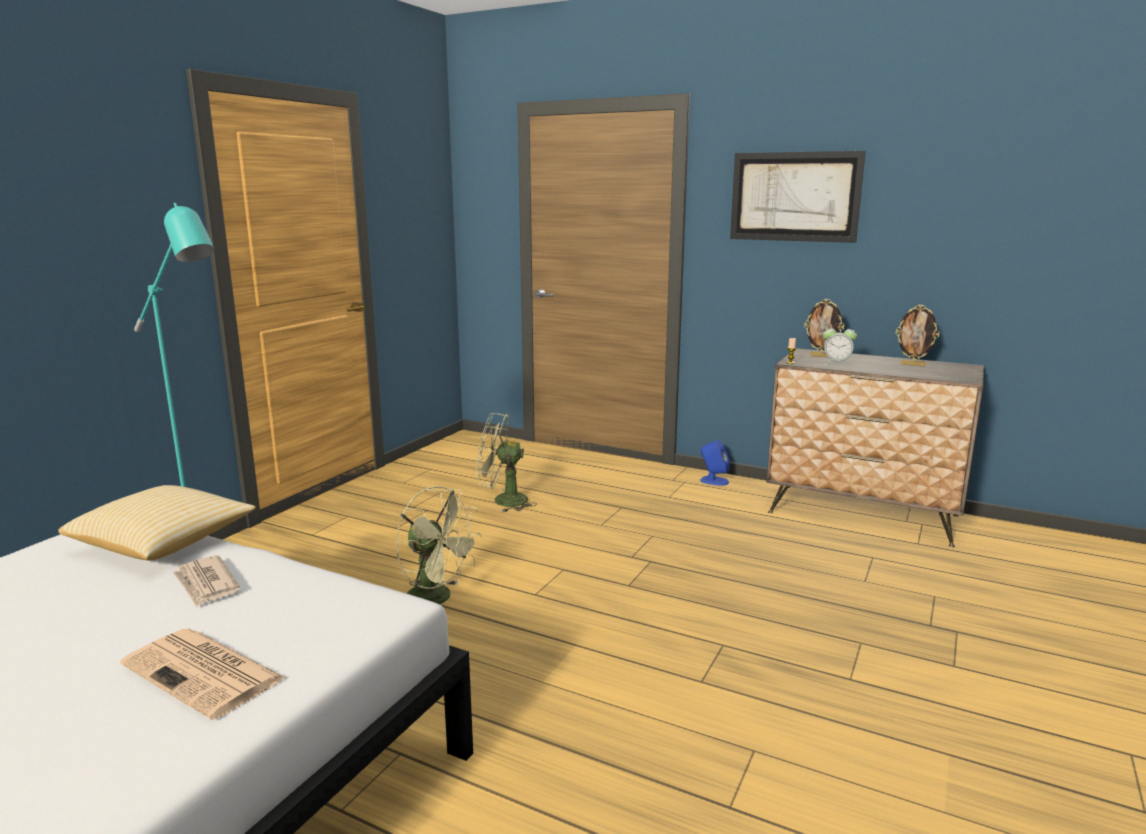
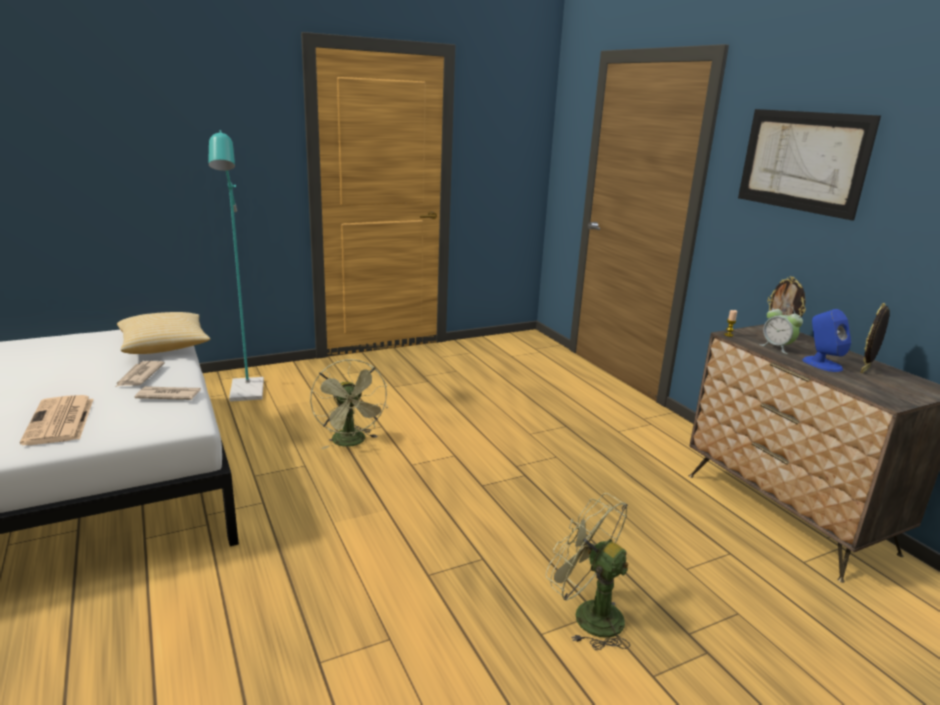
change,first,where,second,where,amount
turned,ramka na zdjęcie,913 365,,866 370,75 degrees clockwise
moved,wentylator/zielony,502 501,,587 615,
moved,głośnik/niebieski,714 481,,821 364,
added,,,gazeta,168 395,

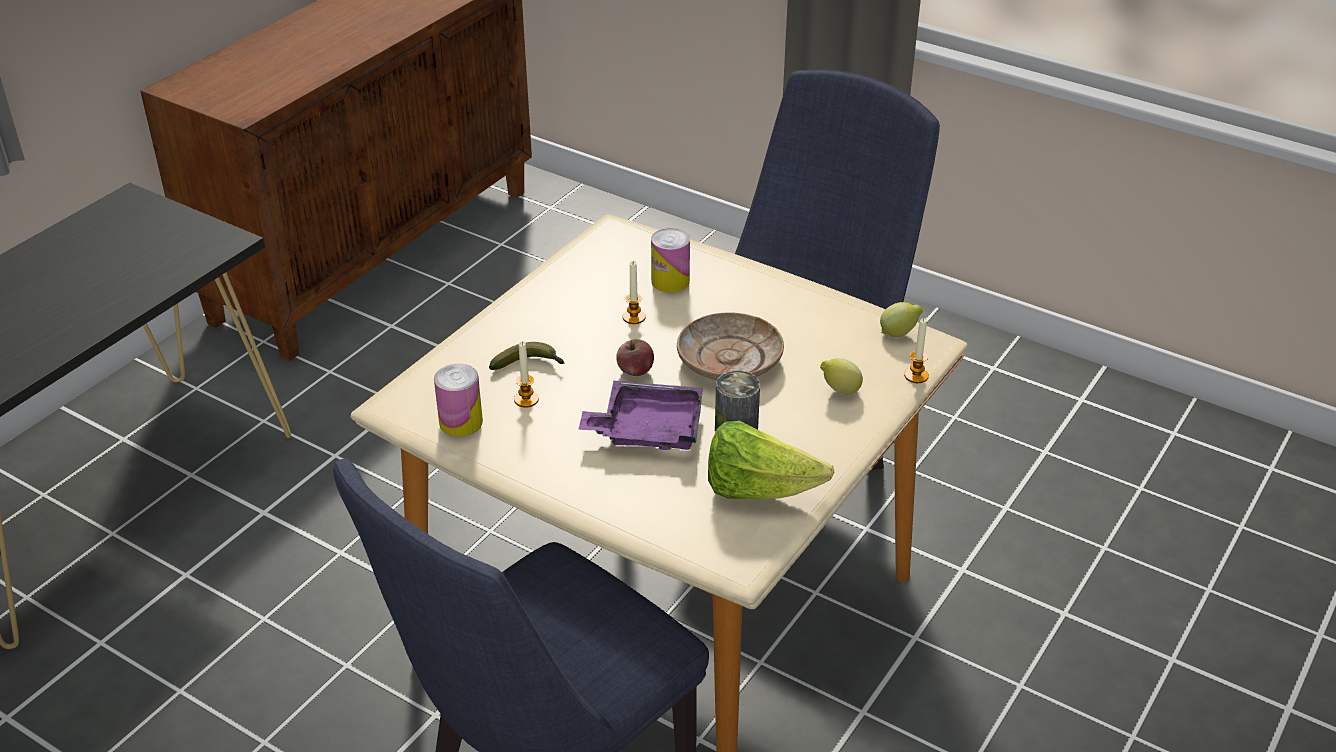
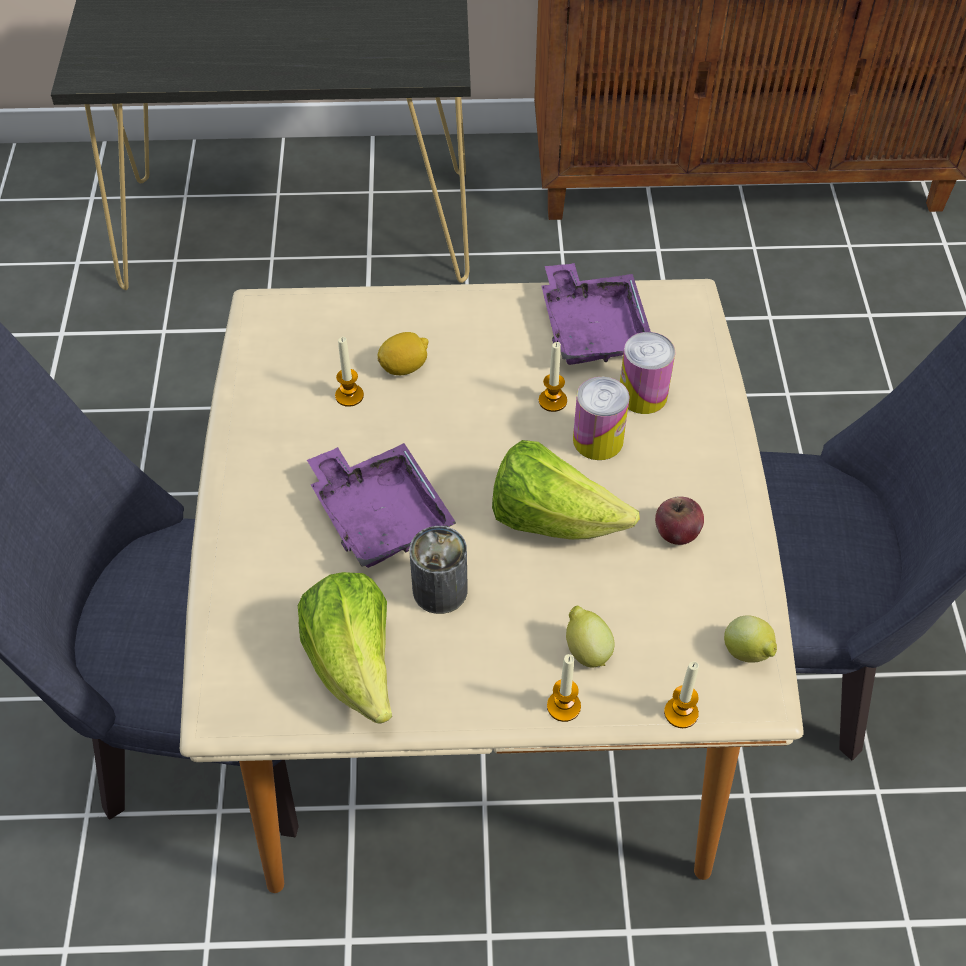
change,first,where,second,where,amount
replaced,talerz/beżowy,729 360,sałata,552 519,
moved,jabłko,635 371,,676 532,
replaced,banan,529 365,cytryna,404 367,
moved,puszka,461 422,,598 440,
added,,,taca/fioletowy,593 328,
added,,,świeca,563 706,

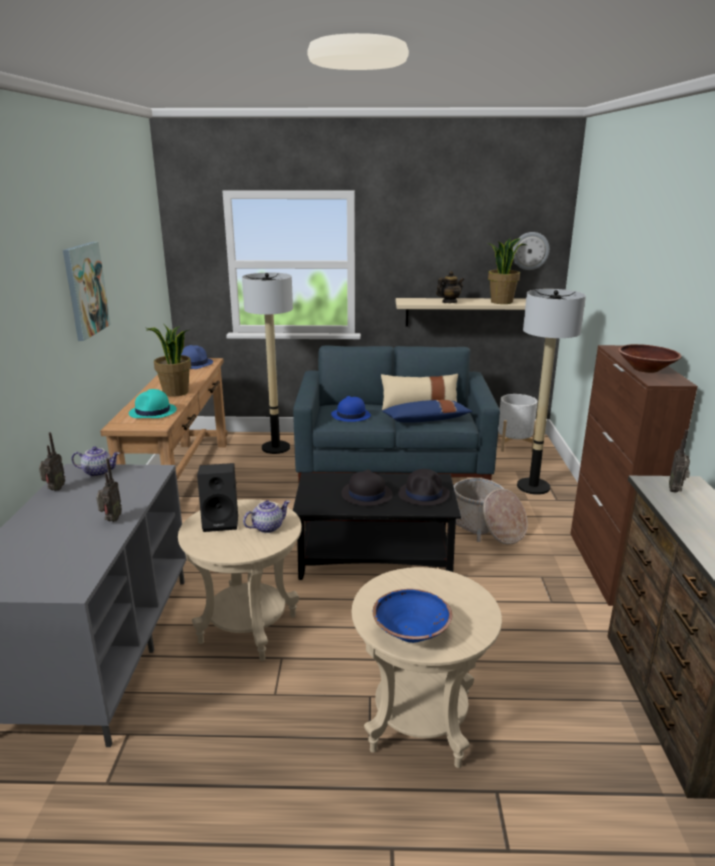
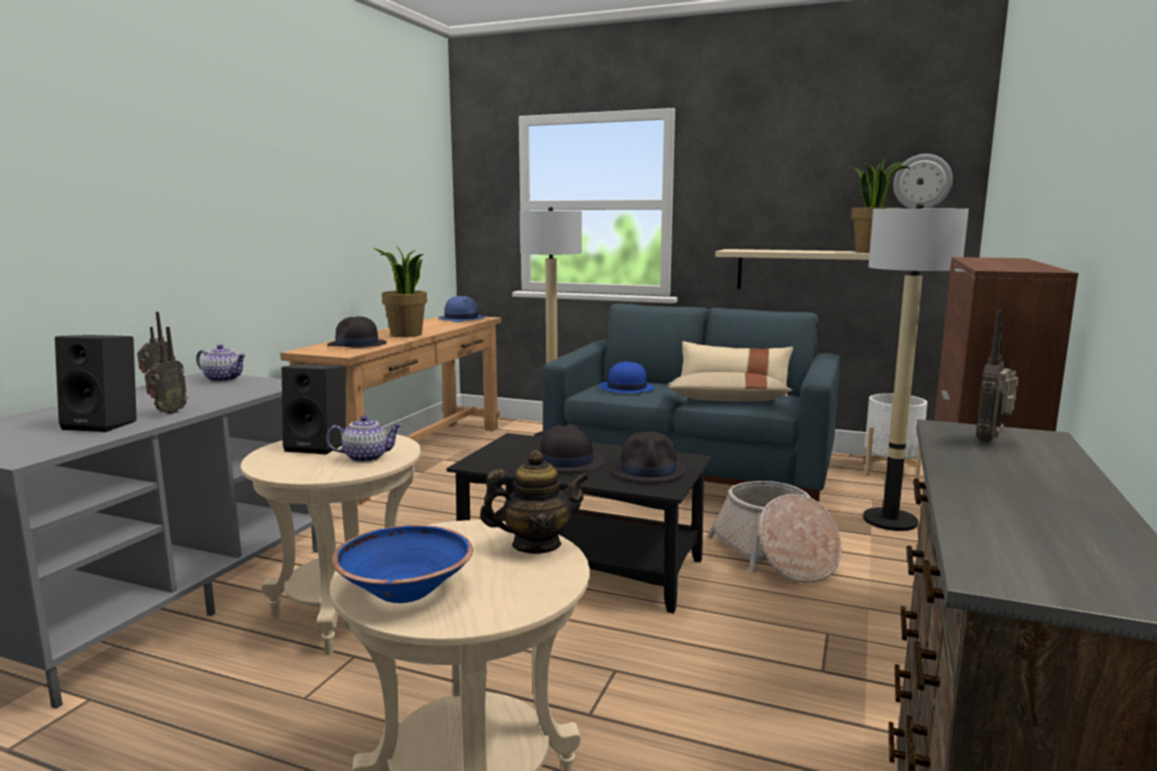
change,first,where,second,where,amount
removed,obraz,85 290,,,
moved,imbryk,449 302,,536 545,
removed,miska/brązowy,645 369,,,
recoloured,kapelusz/turkusowy,153 412,kapelusz/czarny,357 345,
recoloured,poduszka/niebieski,426 420,poduszka/beżowy,727 401,
added,,,głośnik/czarny,105 424,

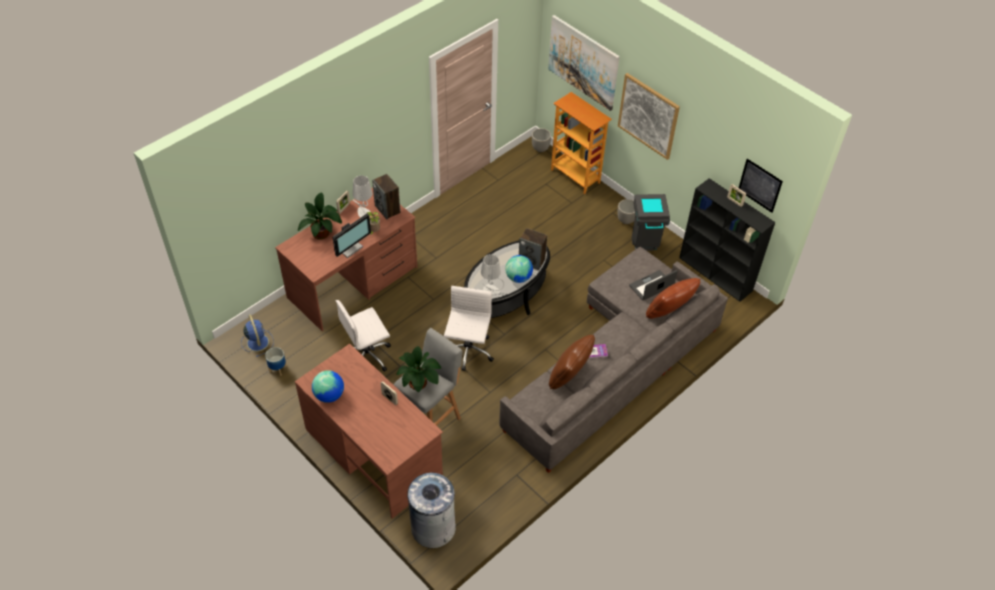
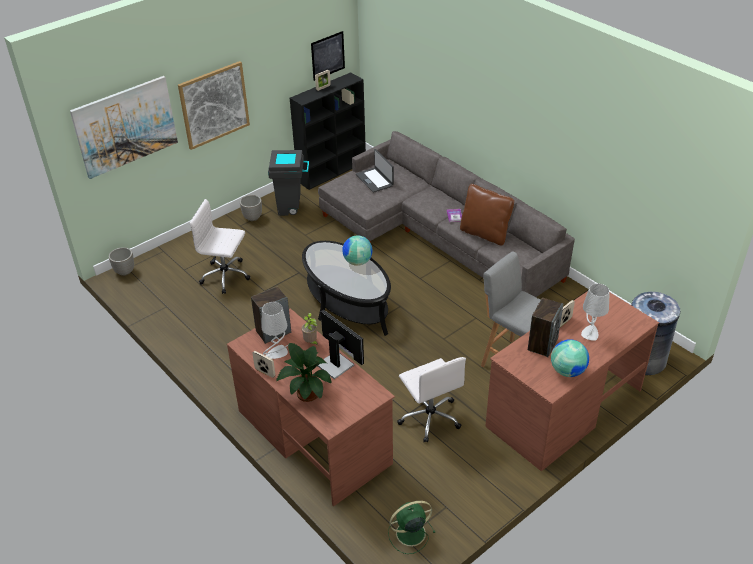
change,first,where,second,where,amount
removed,regał,575 176,,,
moved,głośnik,532 261,,542 344,
moved,lampa stołowa/szary,491 290,,590 333,
removed,poduszka/brązowy,669 313,,,
moved,krzesło biurowe/biały,467 351,,226 276,
recoloured,wentylator/niebieski,257 342,wentylator/zielony,409 534,
removed,roślina doniczkowa,419 383,,,
removed,donica,277 369,,,

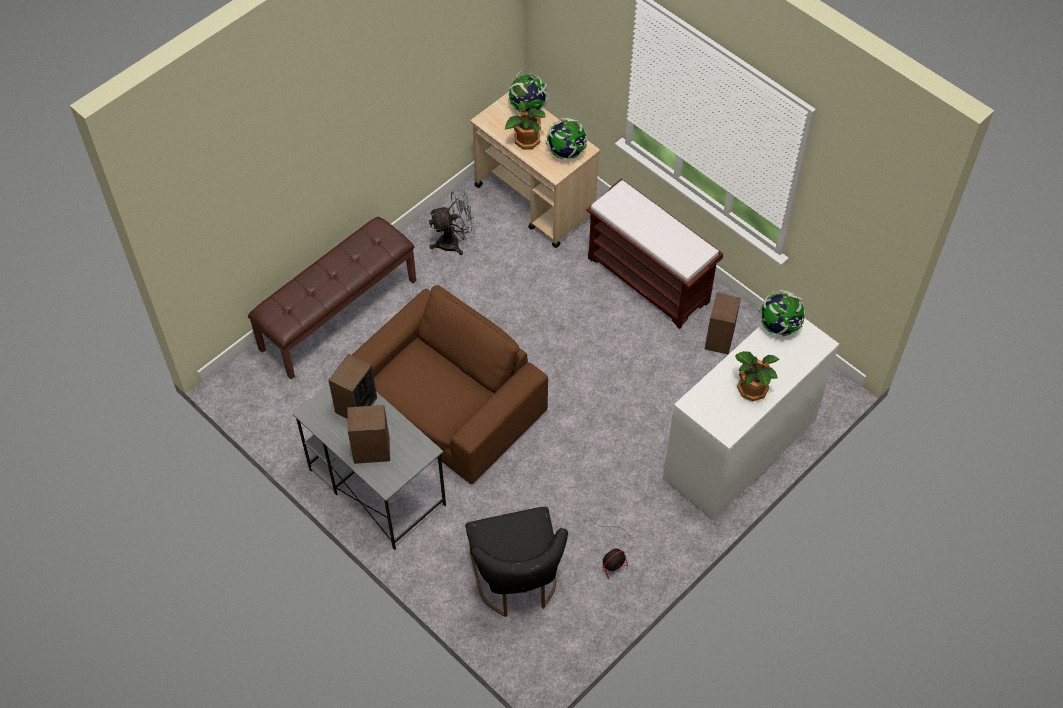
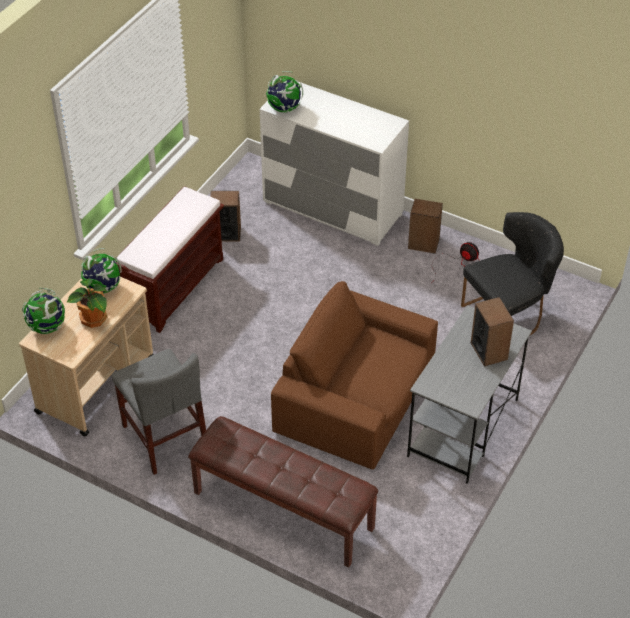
change,first,where,second,where,amount
replaced,wentylator/szary,454 242,krzesło/szary,165 437,
removed,roślina doniczkowa,752 388,,,
moved,głośnik,356 405,,423 244,

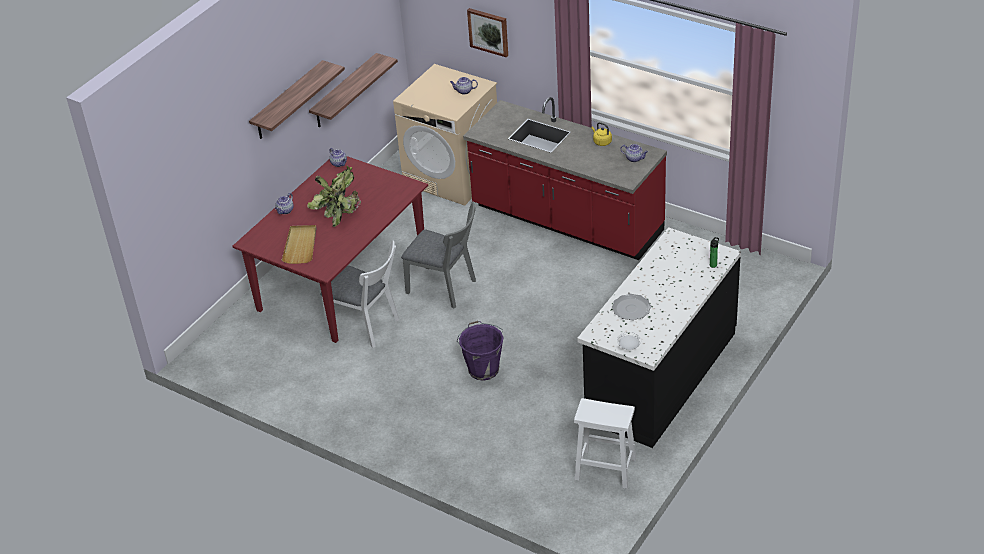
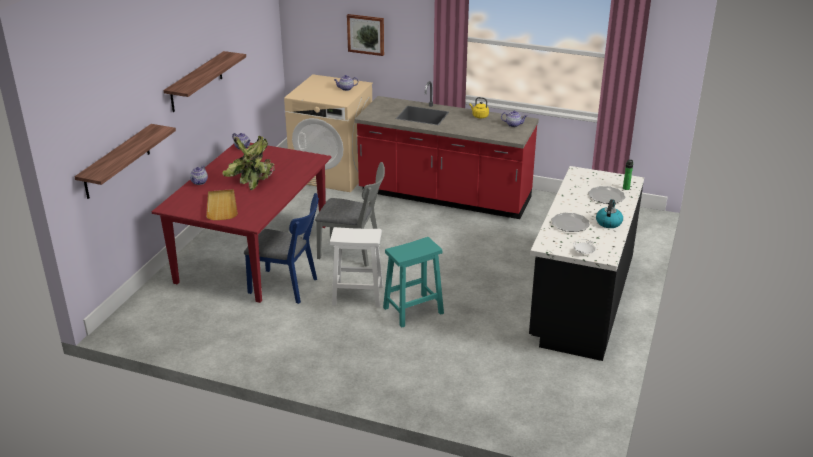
change,first,where,second,where,amount
moved,półka,344 91,,117 162,
recoloured,krzesło/biały,367 326,krzesło/niebieski,288 287,
replaced,wiadro/fioletowy,483 368,stołek/turkusowy,412 311,
moved,stołek/biały,604 469,,356 295,
added,,,talerz,606 196,
added,,,czajnik,608 222,

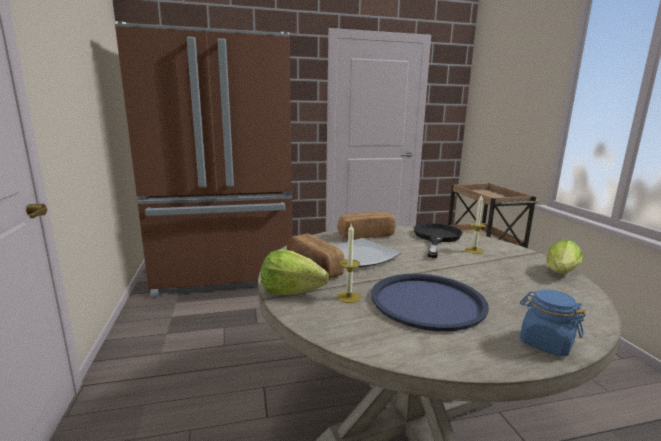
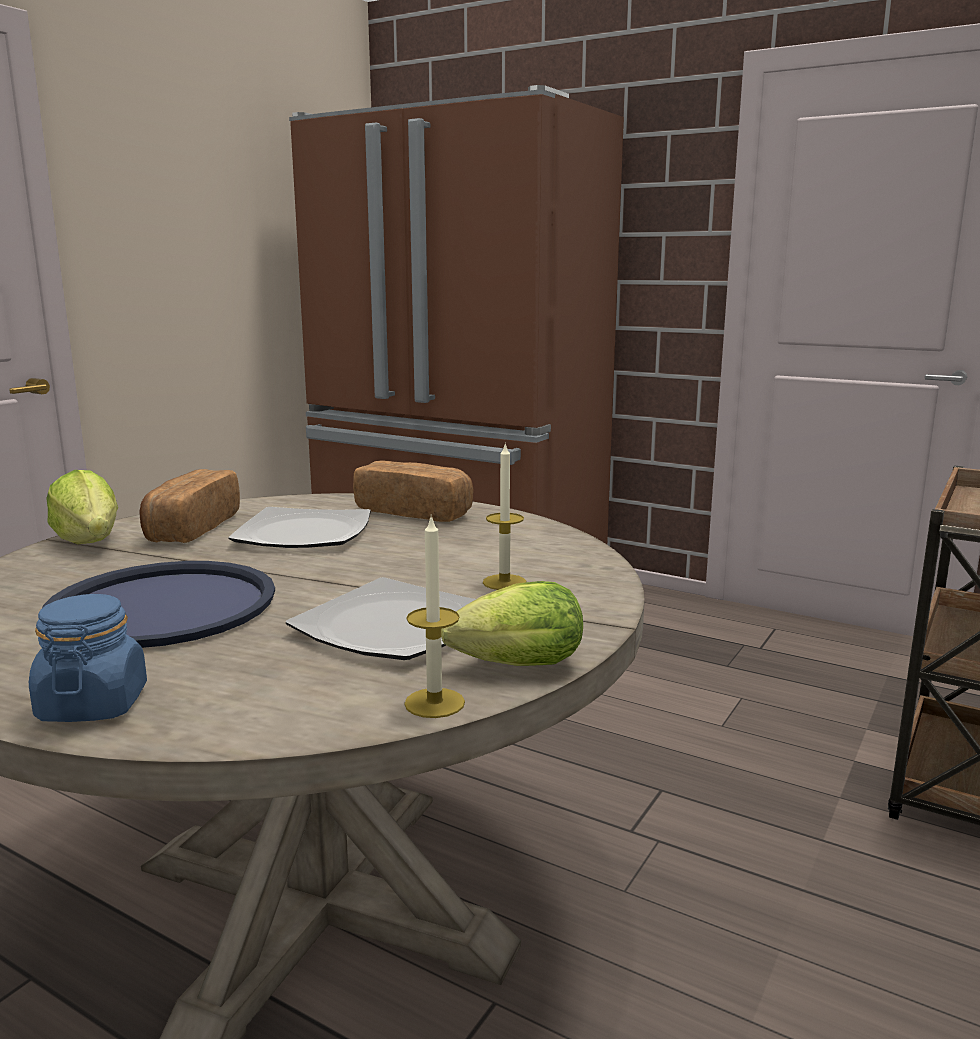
change,first,where,second,where,amount
removed,patelnia/czarny,436 238,,,
moved,świeca,348 297,,434 703,
added,,,talerz,391 626,

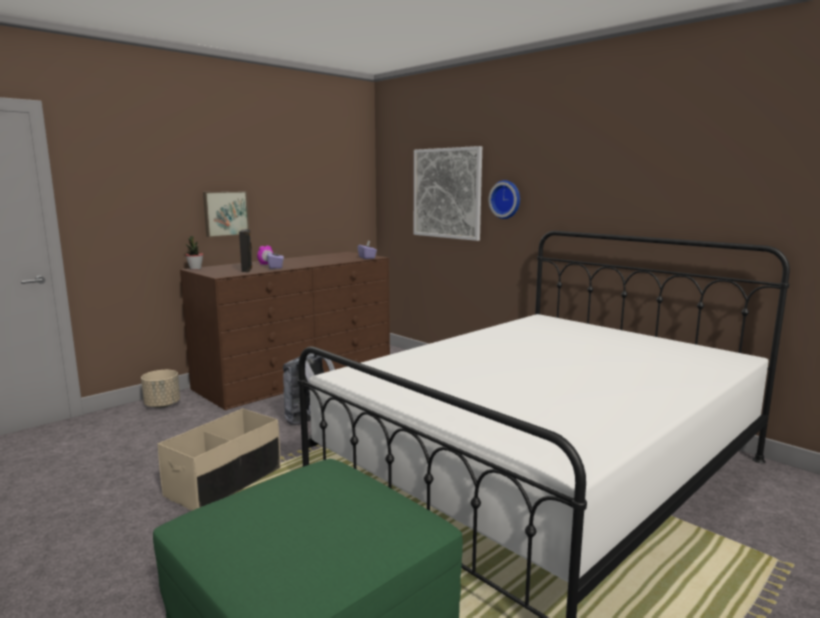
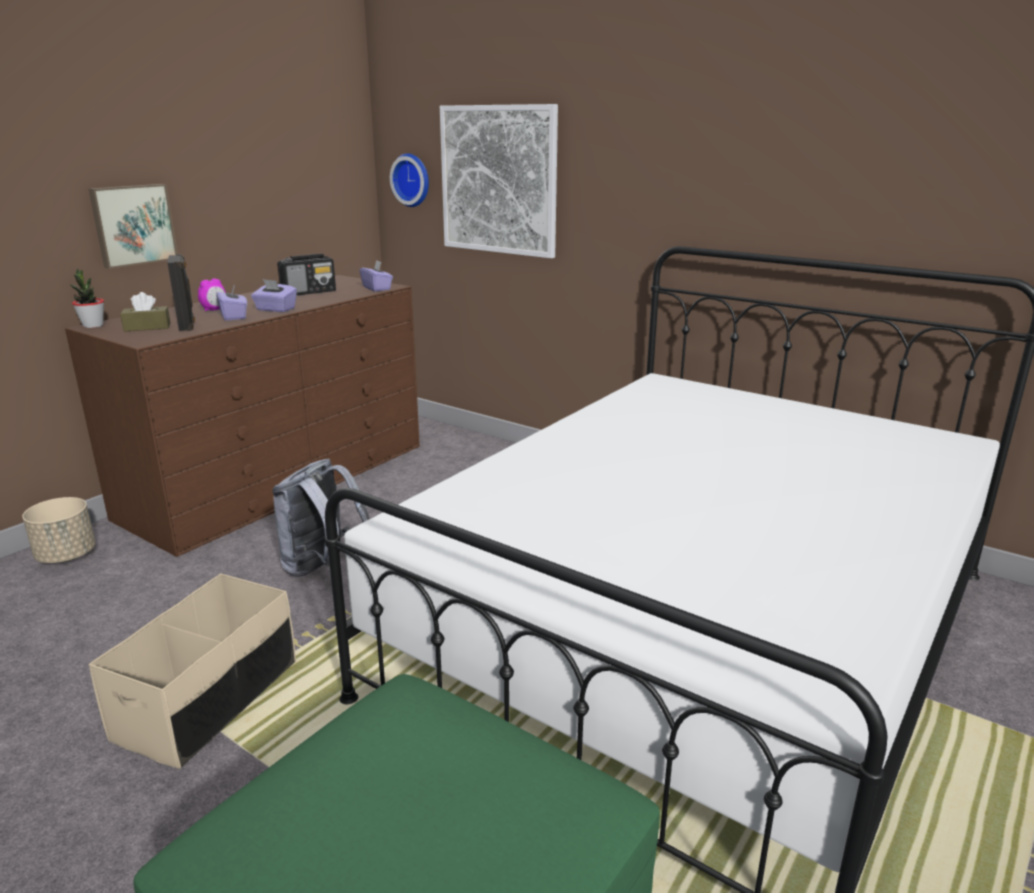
change,first,where,second,where,amount
moved,zegar ścienny,506 199,,412 180,
added,,,radio,309 292,
added,,,pudełko chusteczek/fioletowy,275 309,
added,,,pudełko chusteczek/brązowy,147 327,

